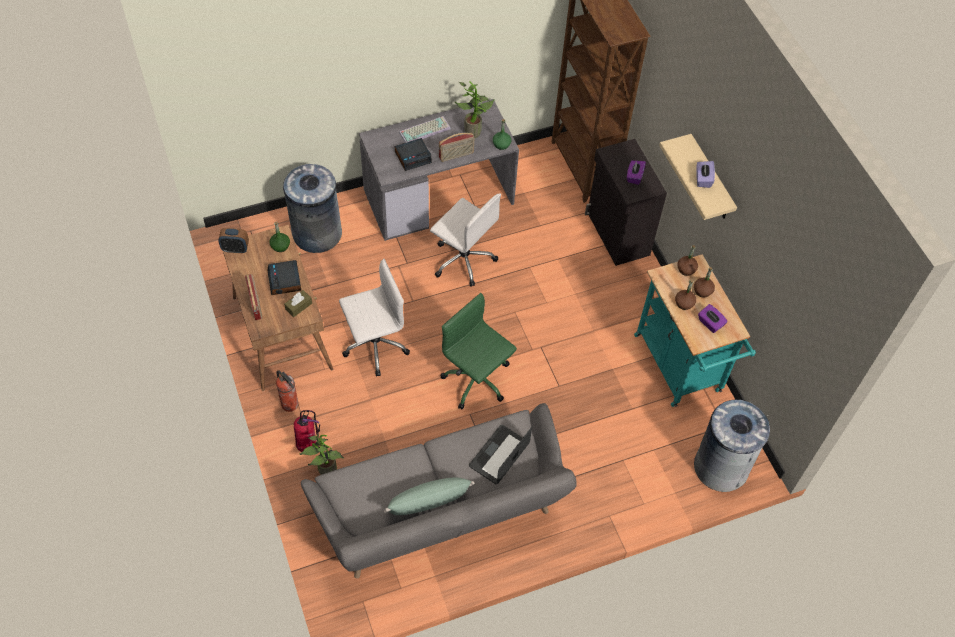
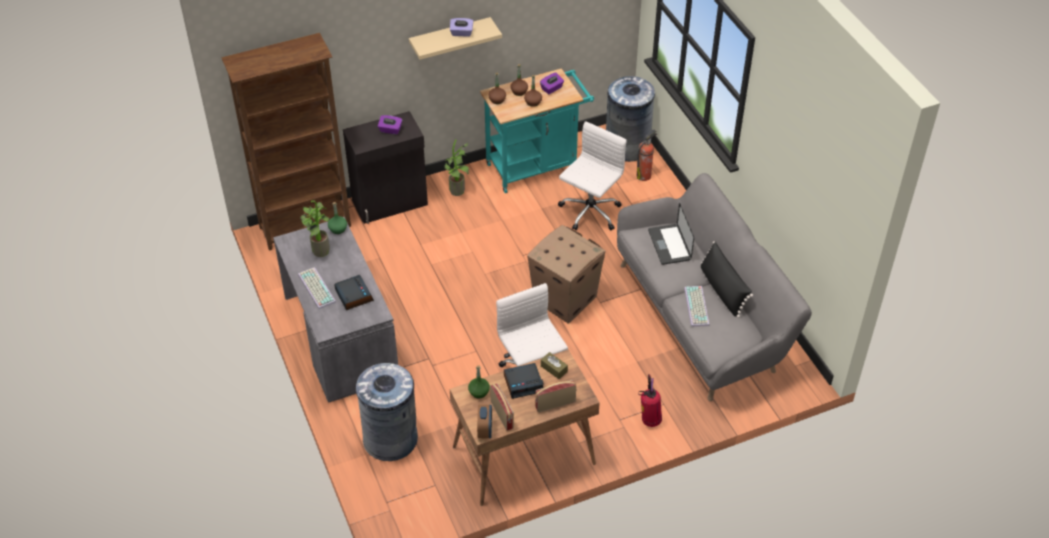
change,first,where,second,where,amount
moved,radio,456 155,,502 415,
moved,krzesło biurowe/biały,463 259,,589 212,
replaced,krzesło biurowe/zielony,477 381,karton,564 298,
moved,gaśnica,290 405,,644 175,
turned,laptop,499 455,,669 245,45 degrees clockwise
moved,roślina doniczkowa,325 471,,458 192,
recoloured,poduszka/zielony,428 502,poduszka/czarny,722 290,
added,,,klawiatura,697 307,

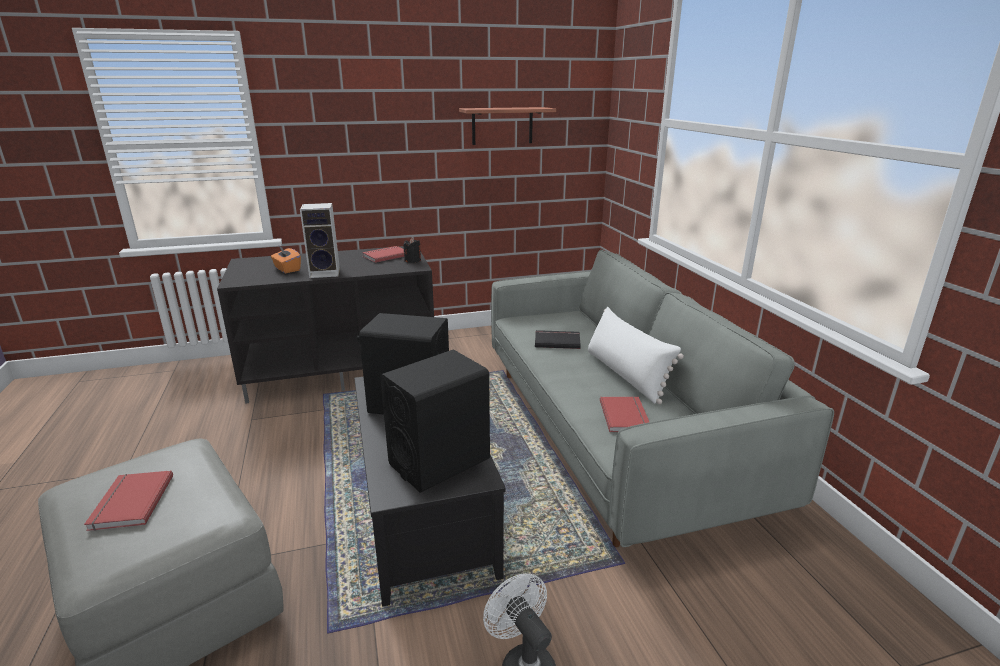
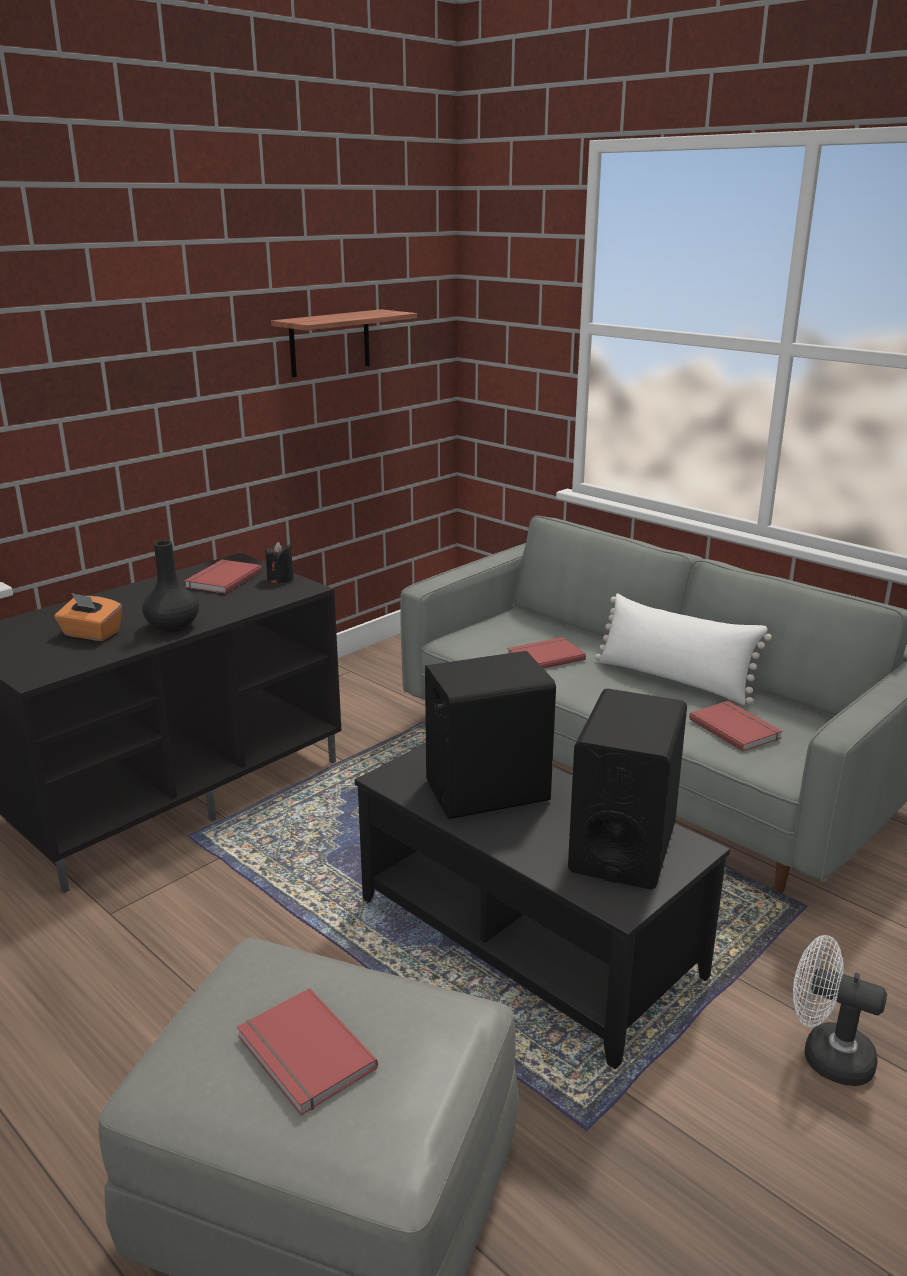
change,first,where,second,where,amount
replaced,głośnik,326 273,wazon/czarny,173 626,
recoloured,książka/czarny,557 341,książka/czerwony,544 656,

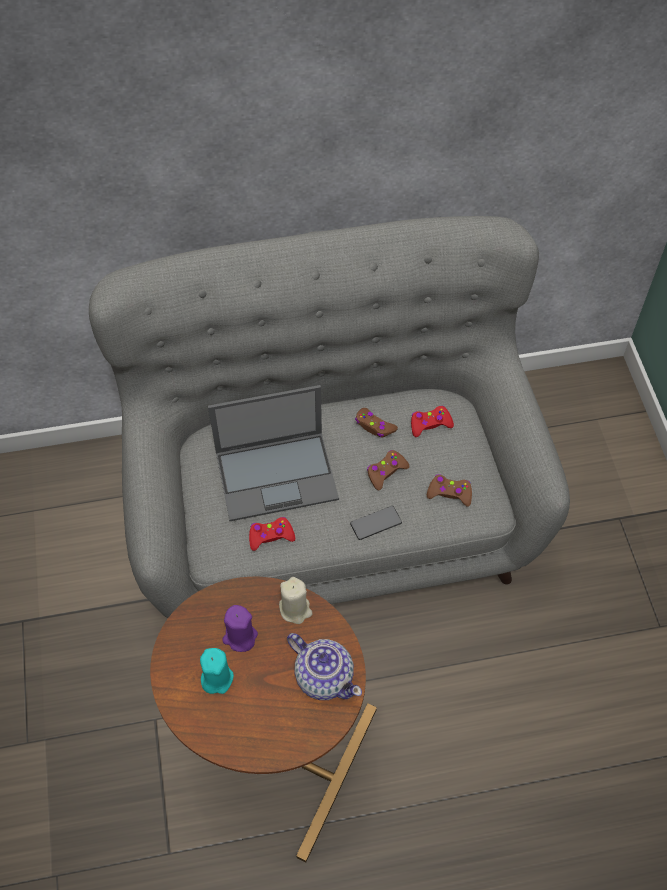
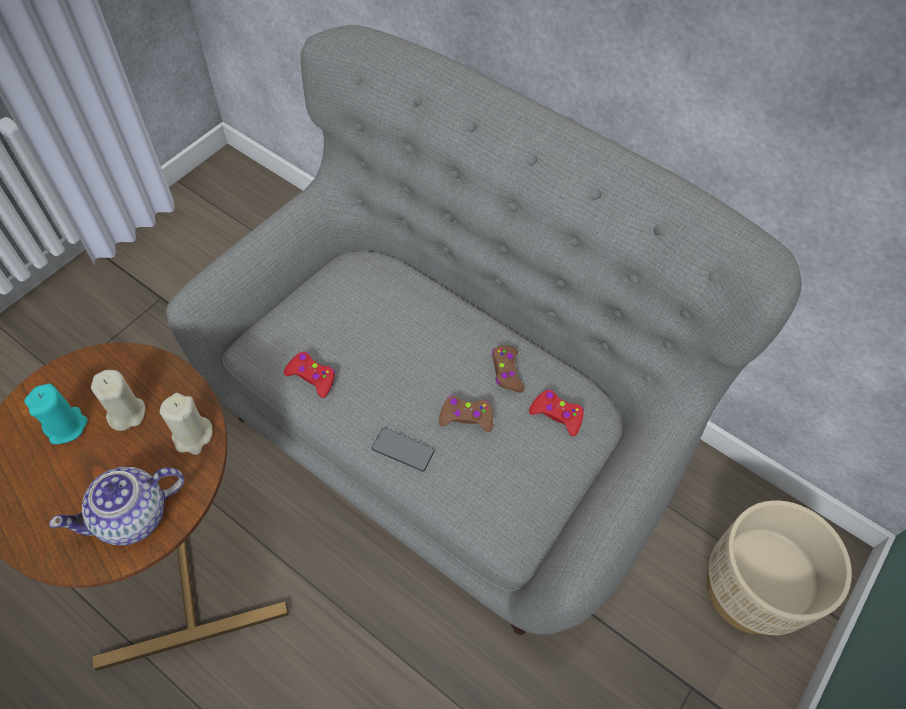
change,first,where,second,where,amount
removed,laptop,278 475,,,
removed,pad do gier/brązowy,449 493,,,
recoloured,świeca/fioletowy,240 637,świeca/beżowy,126 413,
turned,imbryk,324 676,,134 516,60 degrees clockwise
added,,,donica/beżowy,749 590,

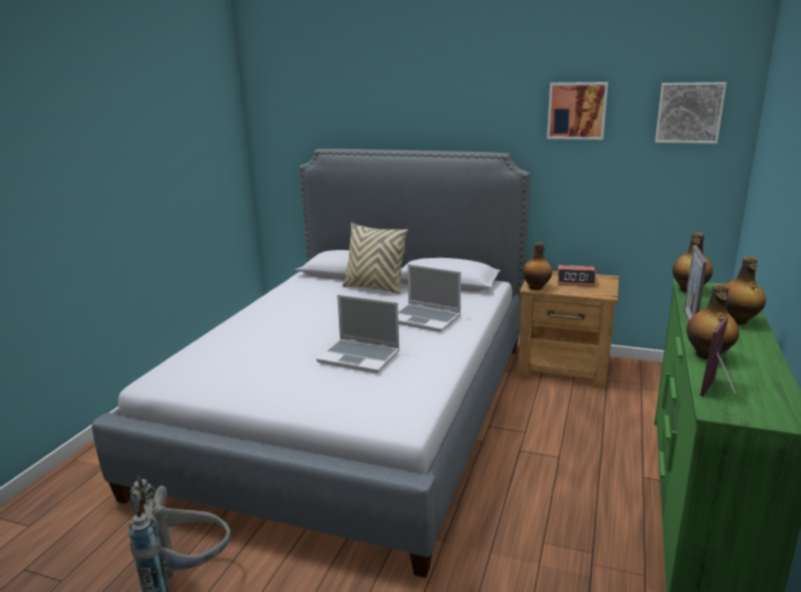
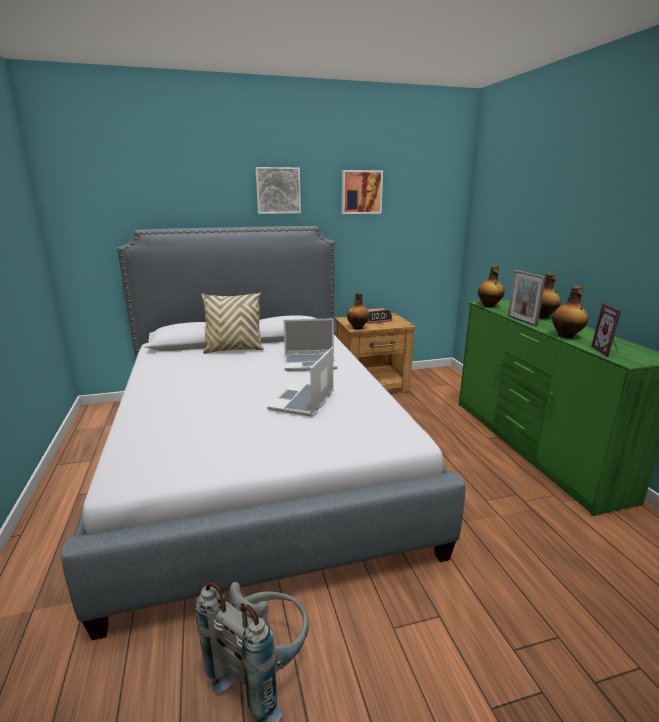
change,first,where,second,where,amount
moved,obraz,689 112,,278 190,
turned,laptop,360 357,,303 401,120 degrees clockwise

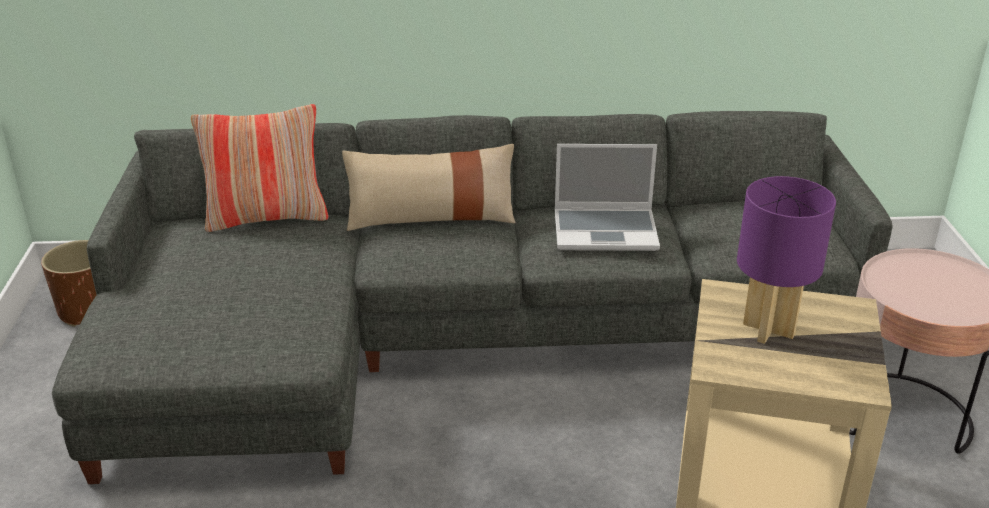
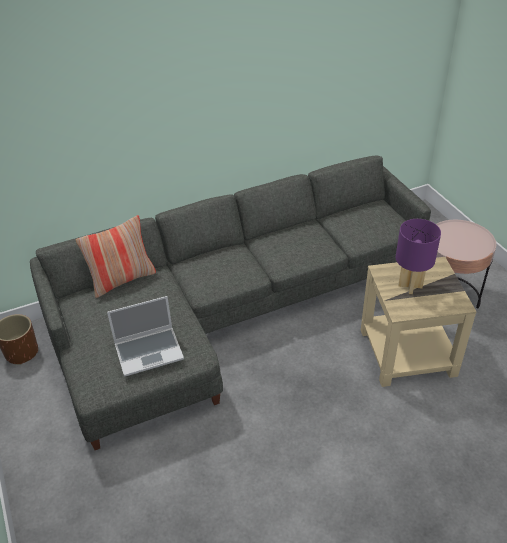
change,first,where,second,where,amount
removed,poduszka/beżowy,431 217,,,
moved,laptop,606 231,,149 351,

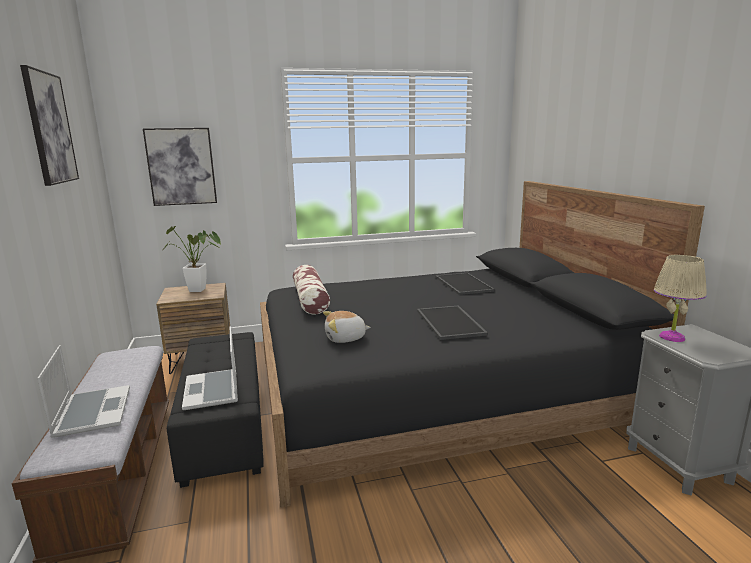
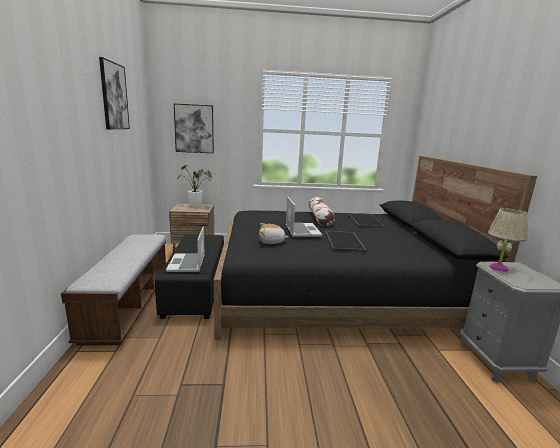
change,first,where,second,where,amount
moved,poduszka,310 300,,320 218,
moved,laptop,92 412,,301 230,

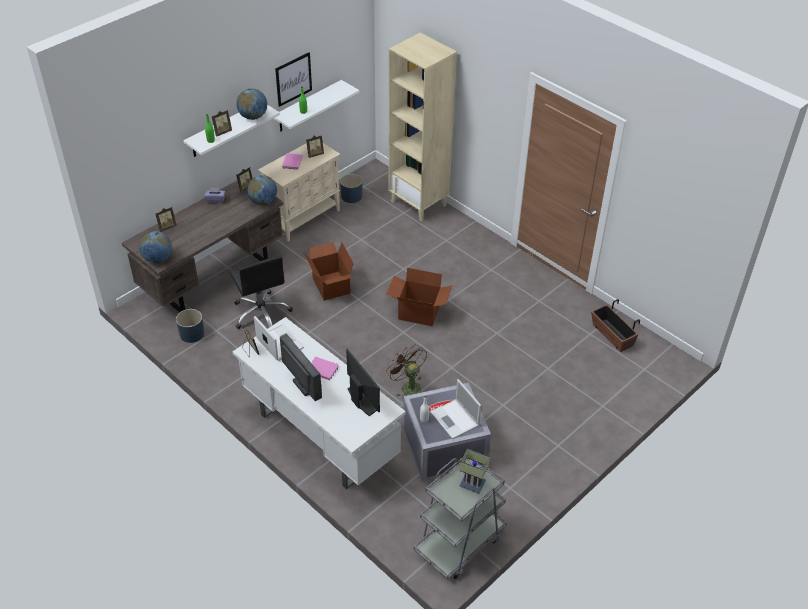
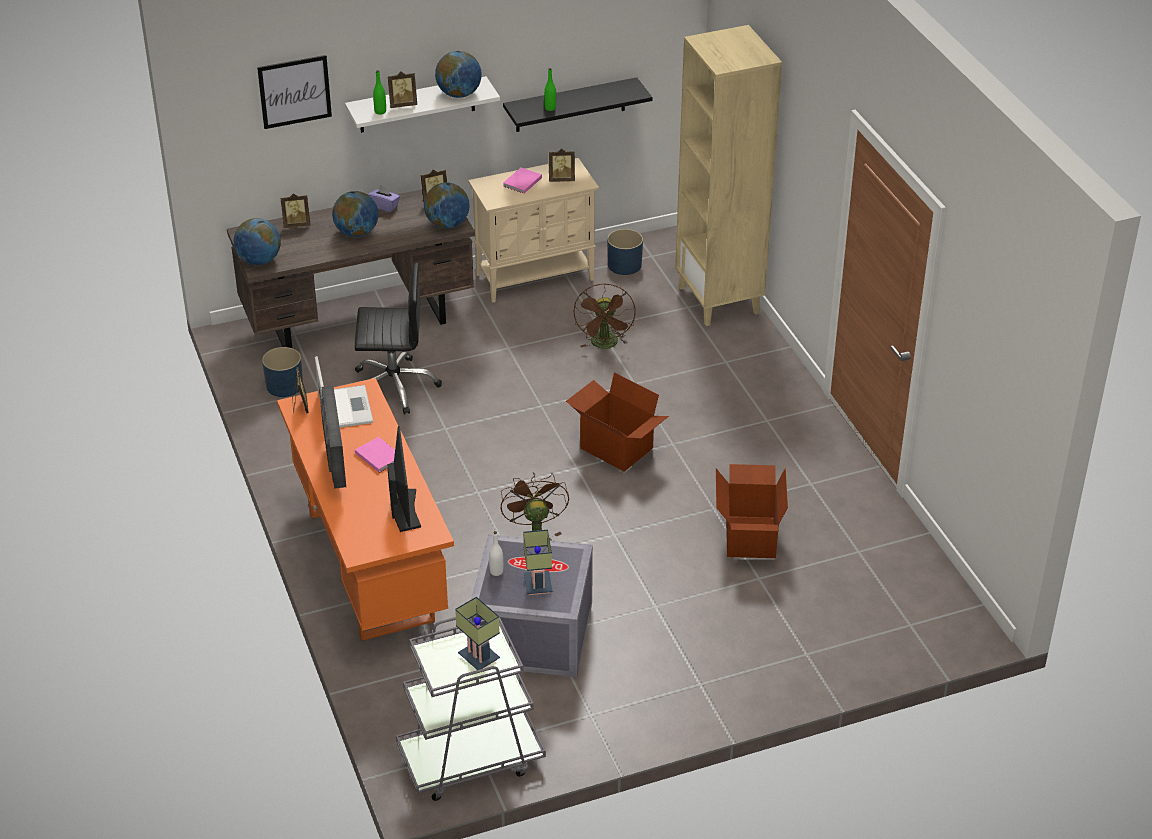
change,first,where,second,where,amount
moved,obraz,293 79,,294 91,
recoloured,półka/biały,308 106,półka/czarny,570 105,
moved,karton,330 286,,749 537,
turned,krzesło biurowe/czarny,261 313,,394 386,90 degrees counterclockwise
removed,donica,612 335,,,
recoloured,biurko/biały,319 437,biurko/pomarańczowy,369 566,
replaced,laptop,455 419,lampa stołowa,539 585,
added,,,globus,356 233,
added,,,wentylator/brązowy,605 345,

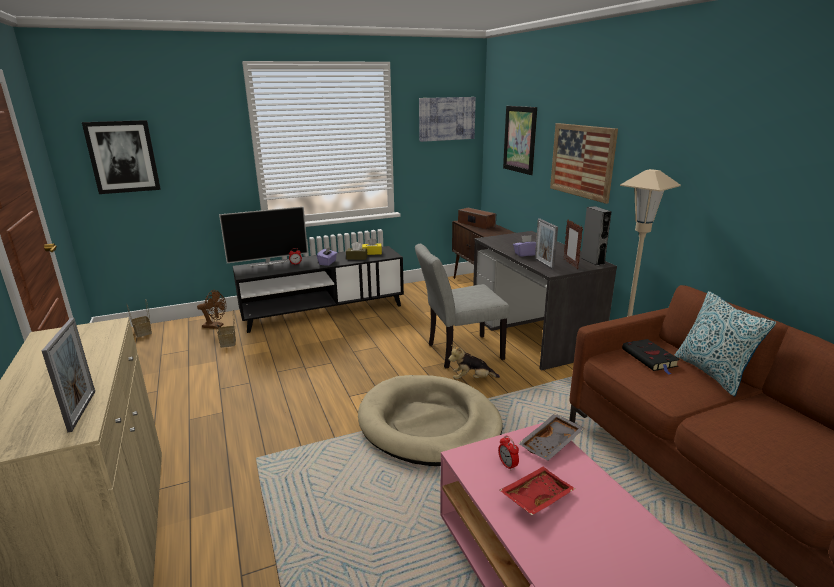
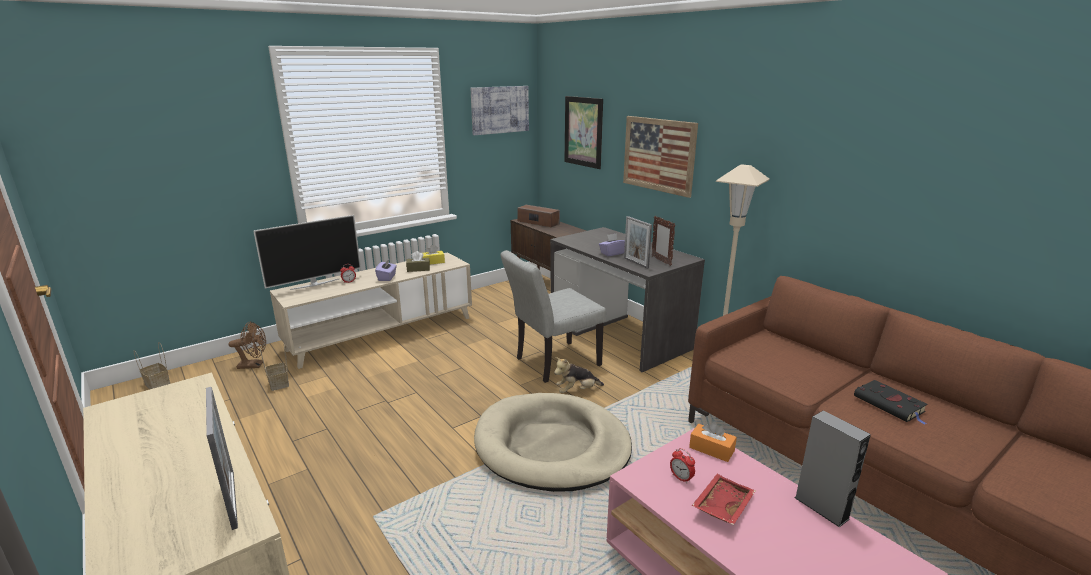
change,first,where,second,where,amount
removed,obraz,123 157,,,
moved,głośnik/szary,592 261,,821 508,
recoloured,szafka pod telewizor/czarny,323 311,szafka pod telewizor/beżowy,382 333,
removed,poduszka,712 373,,,
moved,książka/czarny,650 358,,890 405,
replaced,taca/szary,551 444,pudełko chusteczek/pomarańczowy,711 449,

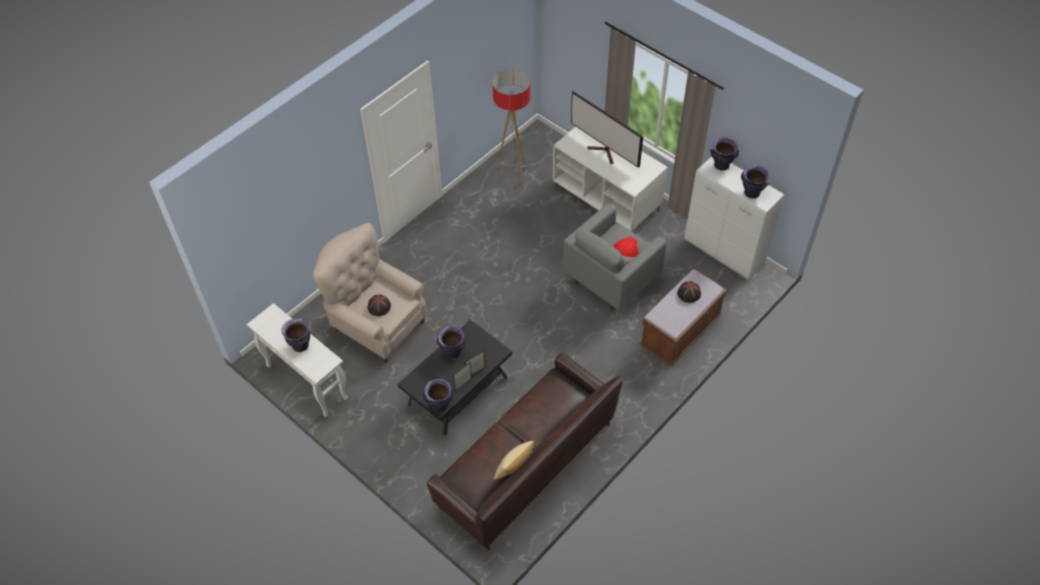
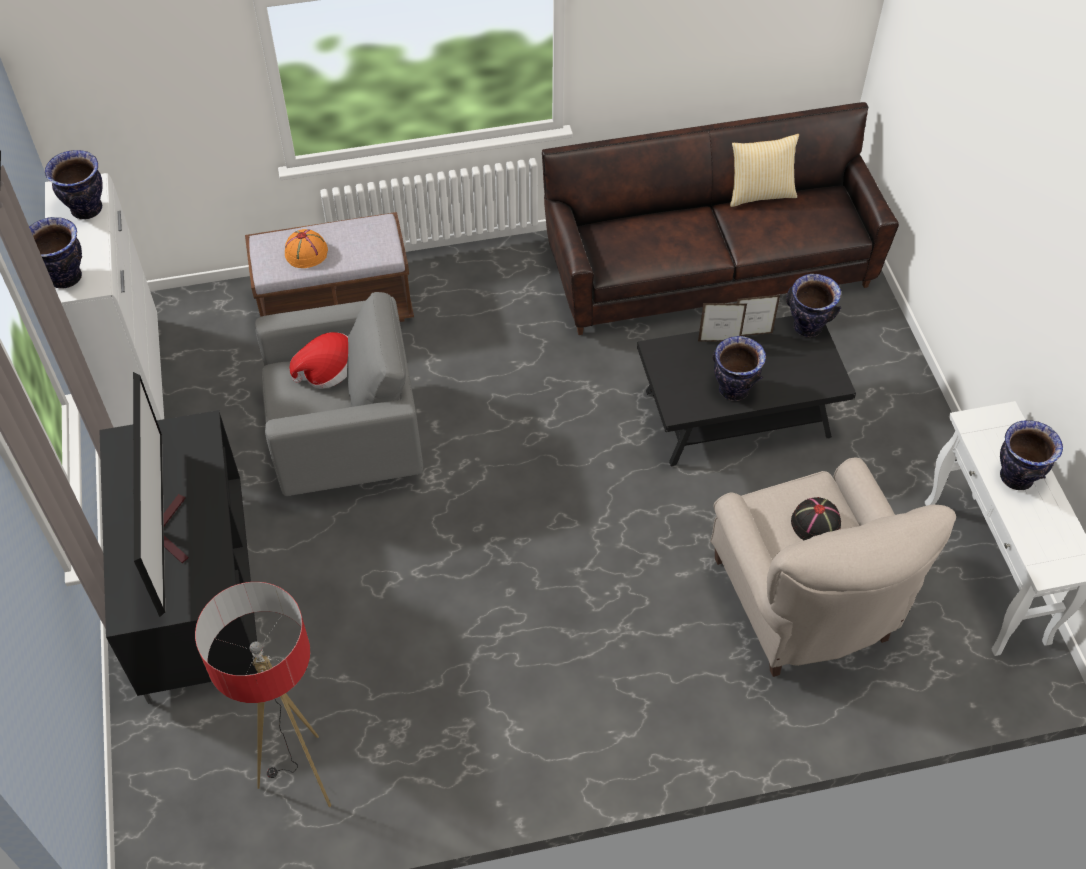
change,first,where,second,where,amount
recoloured,szafka pod telewizor/biały,607 199,szafka pod telewizor/czarny,195 593,
recoloured,kapelusz/czarny,688 293,kapelusz/pomarańczowy,306 252,

